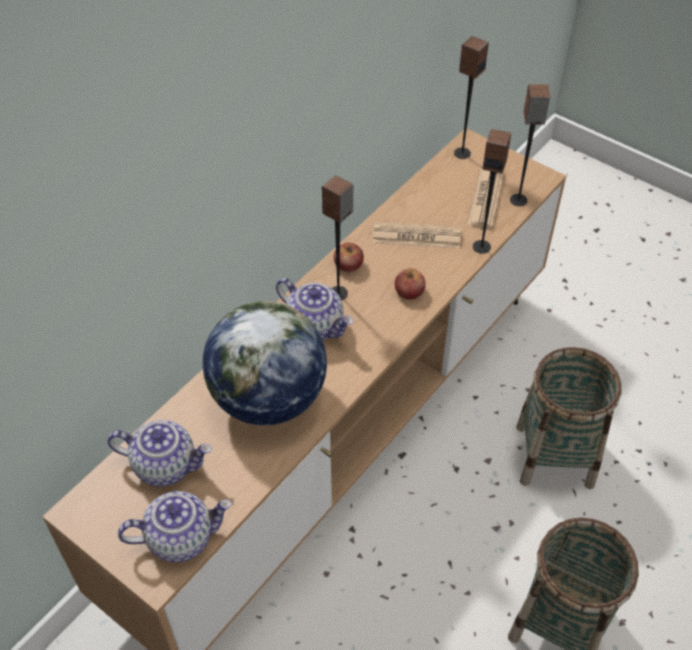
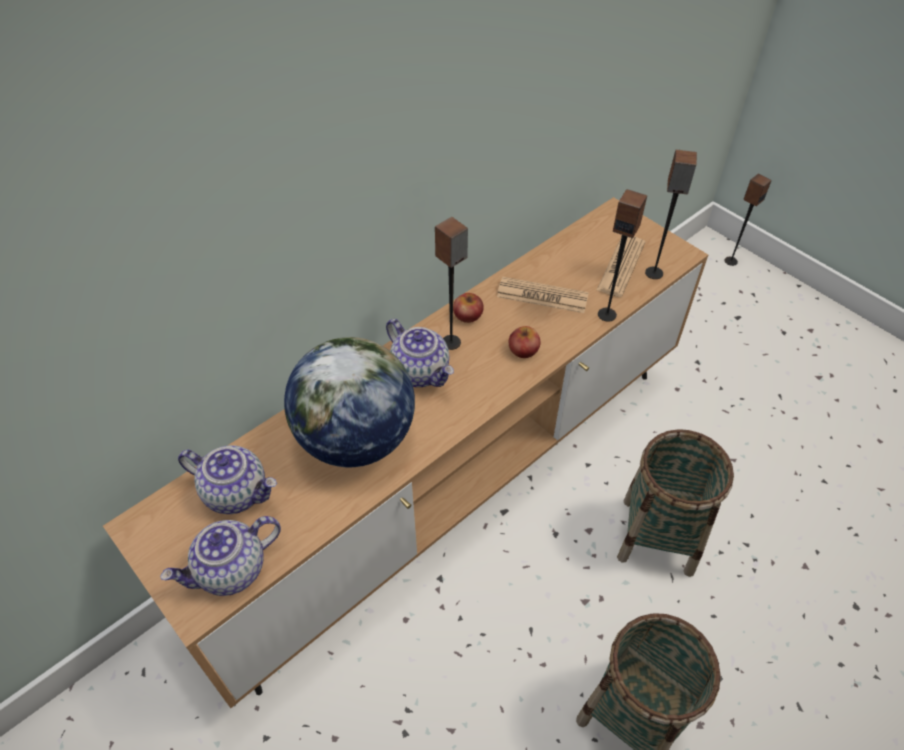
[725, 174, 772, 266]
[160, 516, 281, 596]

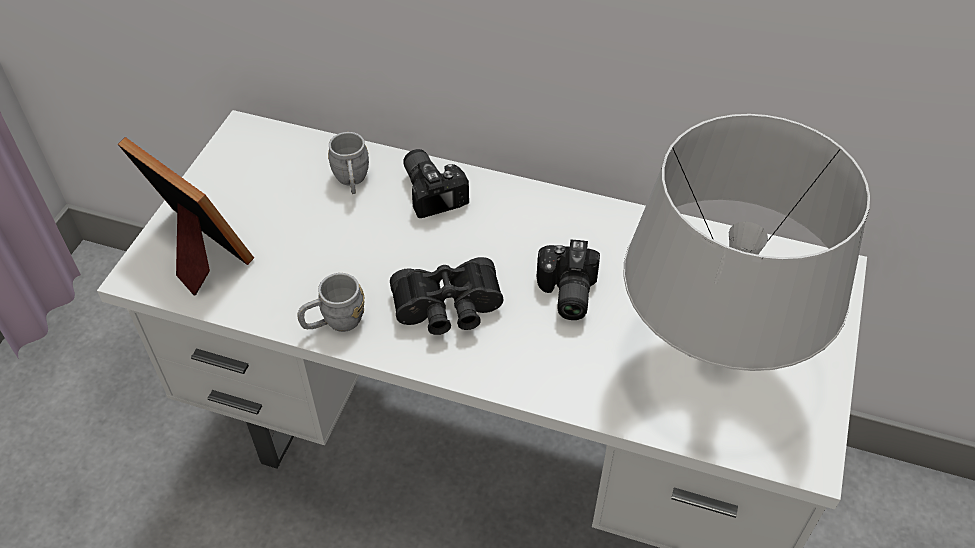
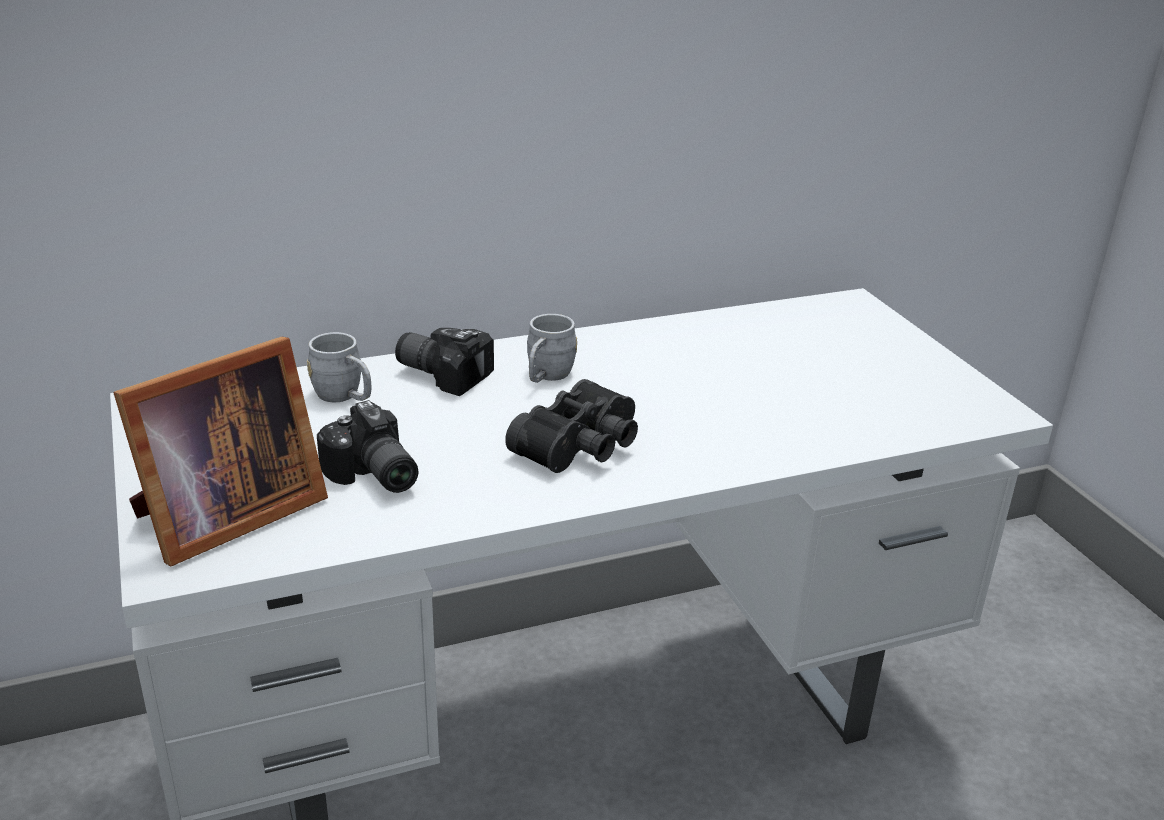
[623, 114, 870, 371] (first image)
[114, 337, 328, 567]
[317, 400, 418, 493]
[527, 314, 577, 383]

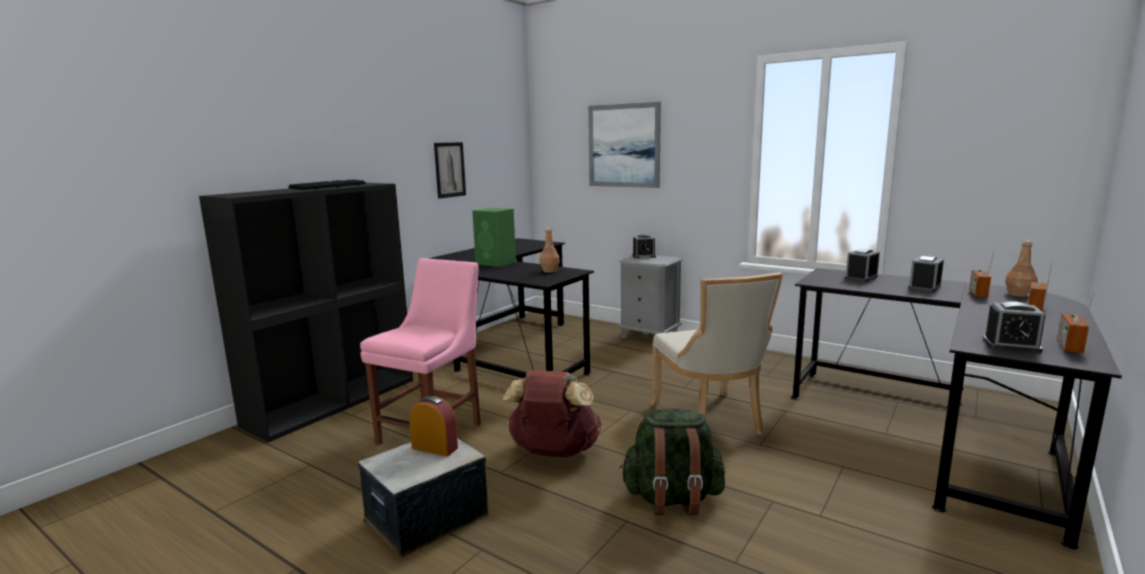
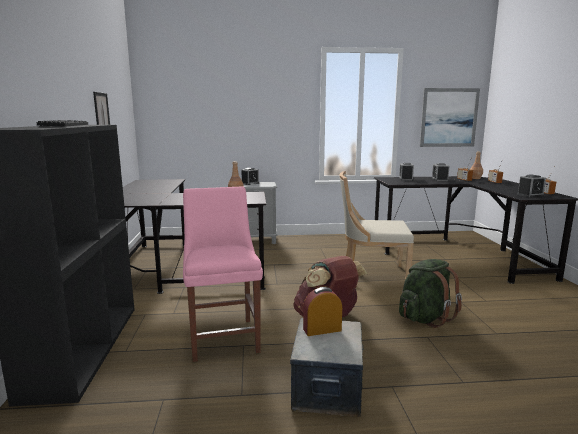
[420, 88, 480, 147]
[472, 208, 516, 267] (first image)
[339, 171, 414, 280]

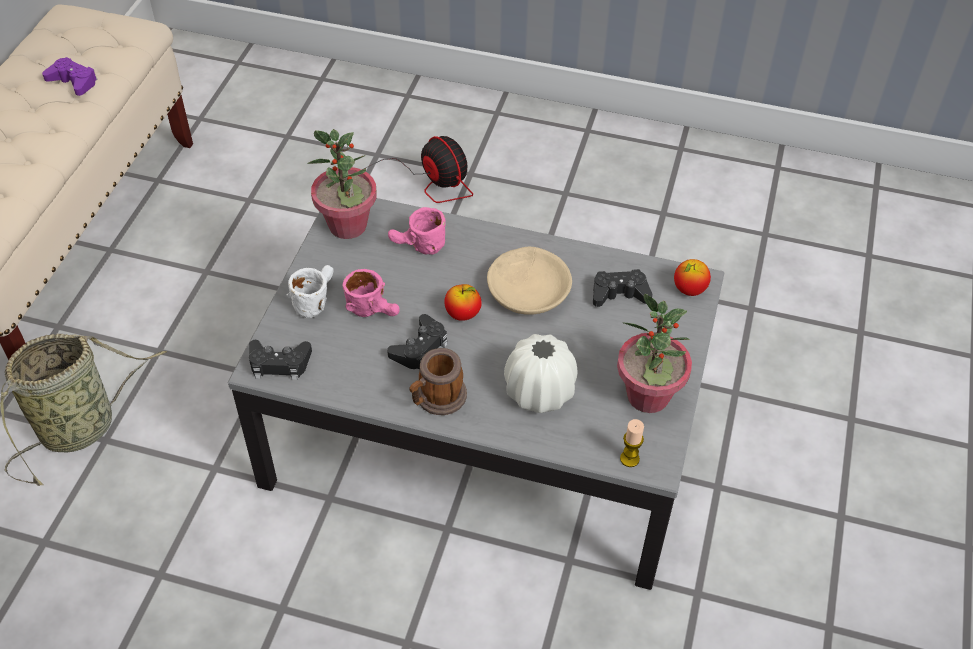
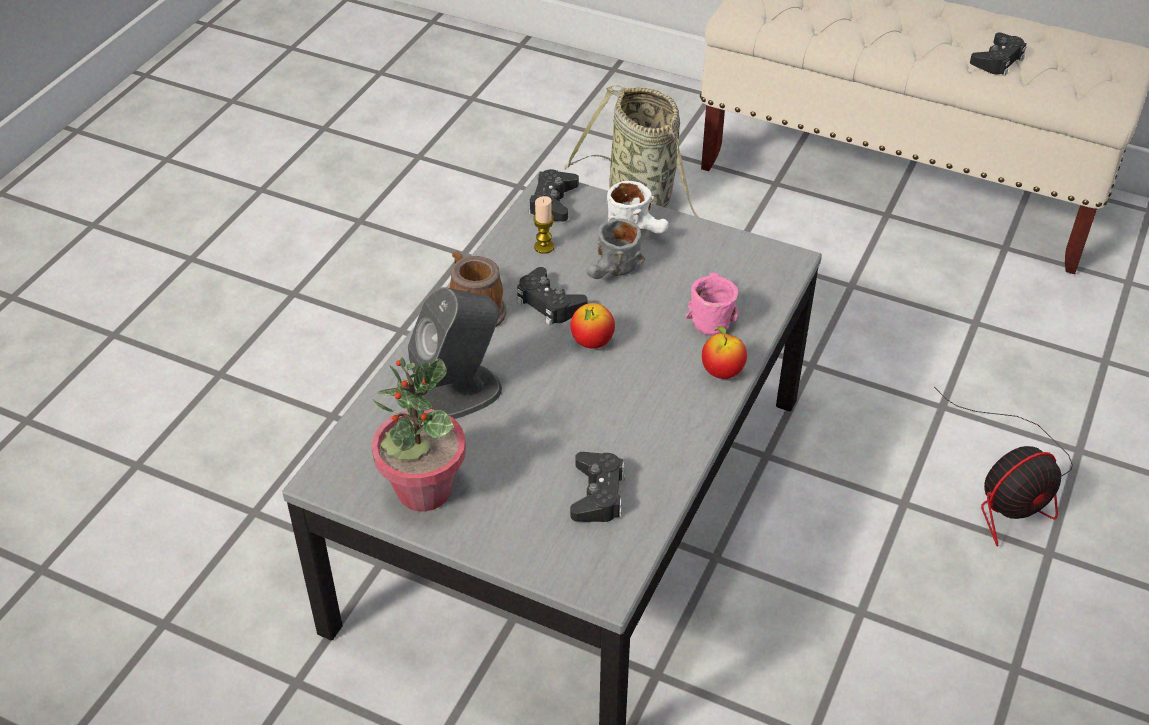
[970, 32, 1026, 76]
[307, 129, 377, 239] (first image)
[487, 247, 572, 315] (first image)
[702, 326, 747, 379]
[586, 218, 645, 279]
[408, 287, 502, 419]
[533, 196, 554, 254]

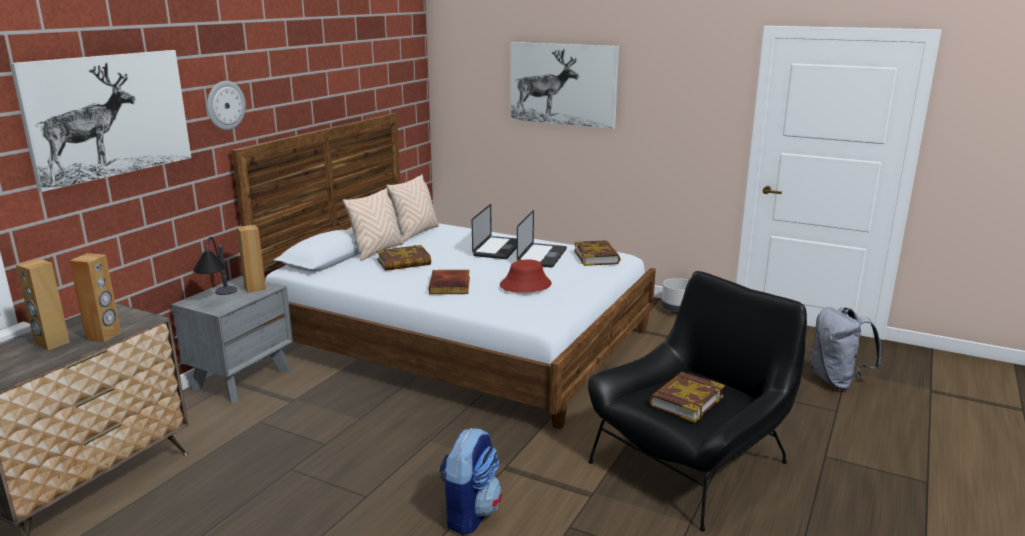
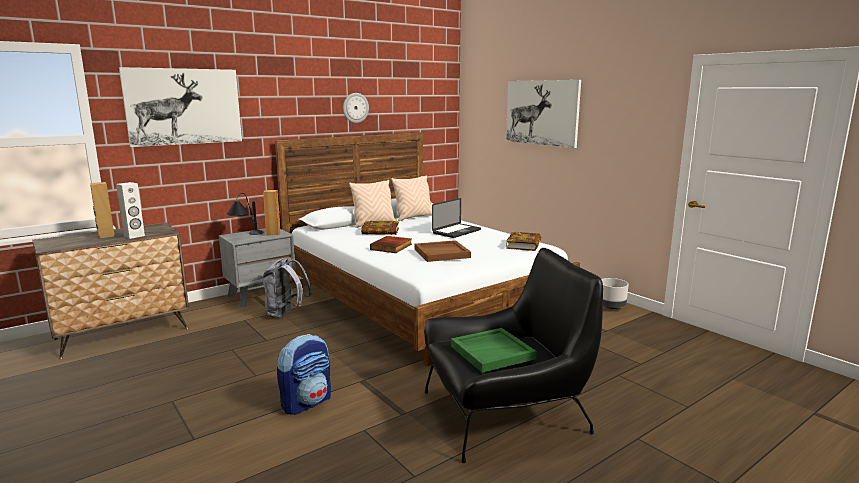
[343, 93, 369, 123]
[517, 210, 567, 268] (first image)
[116, 182, 145, 239]
[415, 240, 471, 262]
[262, 258, 312, 318]
[451, 328, 537, 373]

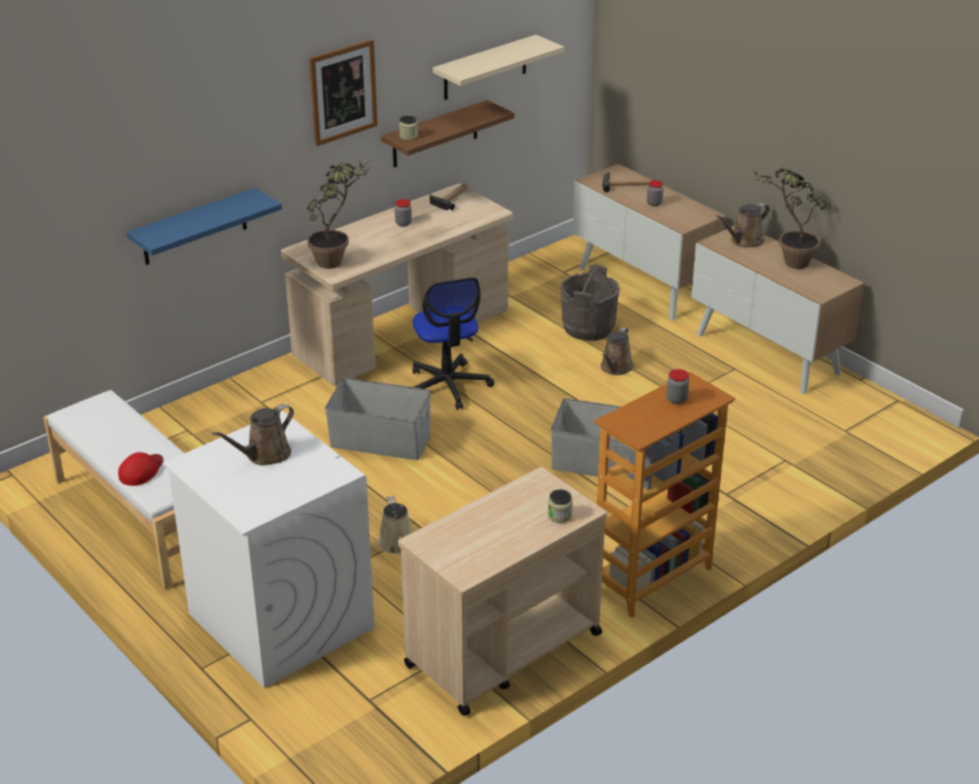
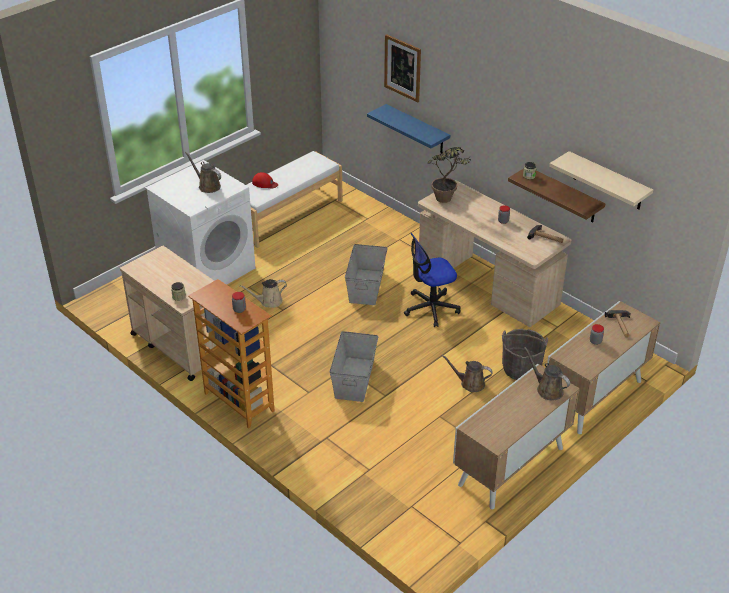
[384, 34, 421, 102]
[752, 167, 830, 269] (first image)

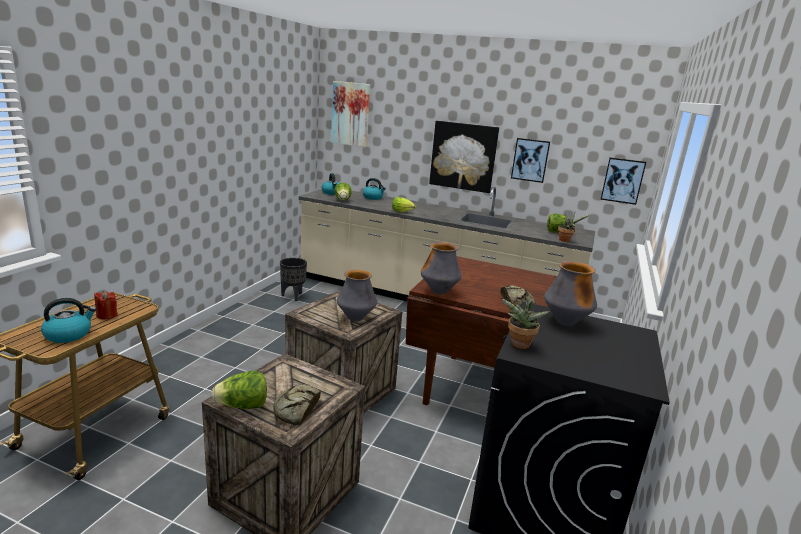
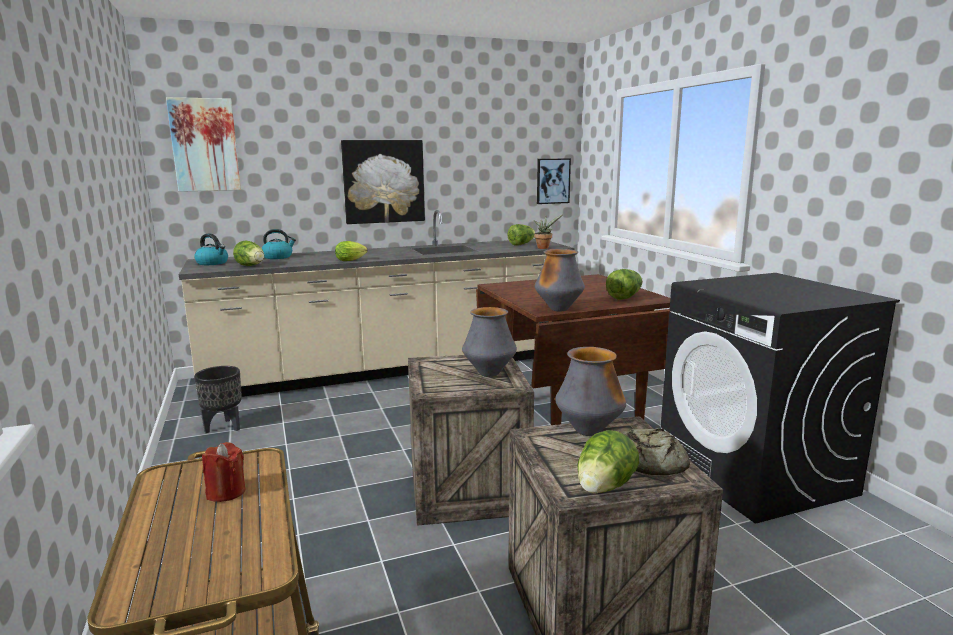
[511, 138, 550, 183] (first image)
[555, 347, 626, 436]
[606, 269, 643, 300]
[41, 298, 96, 343] (first image)
[500, 298, 550, 349] (first image)

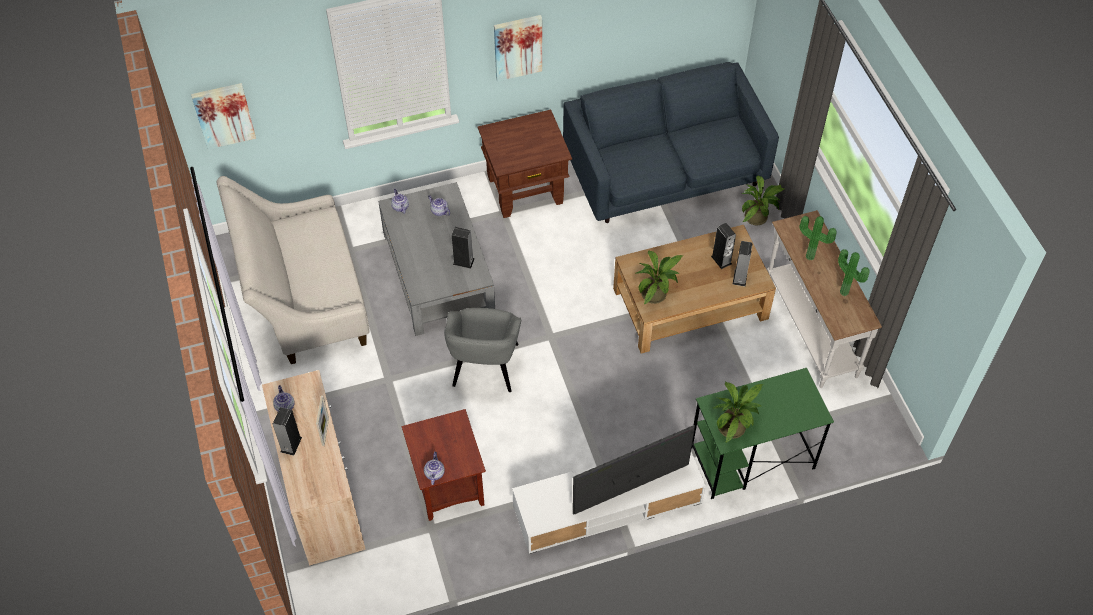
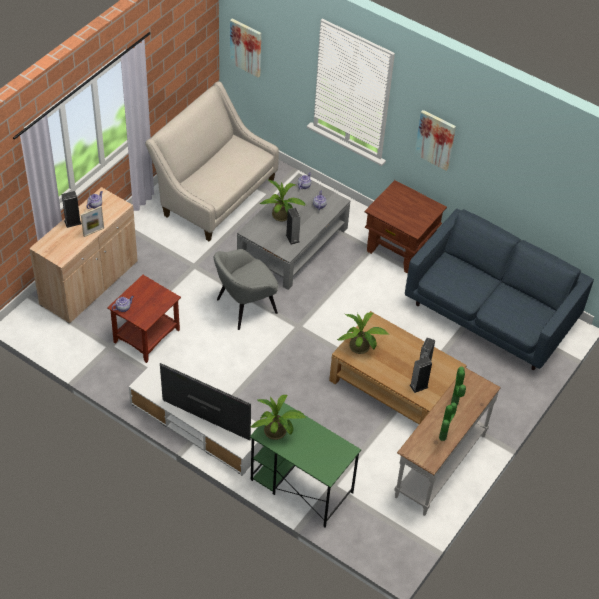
[260, 180, 306, 222]

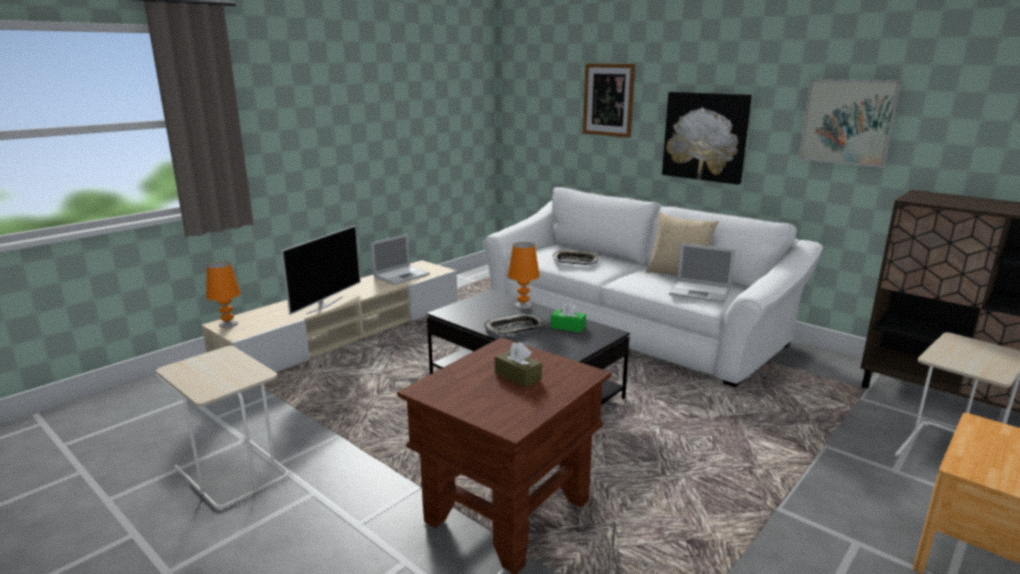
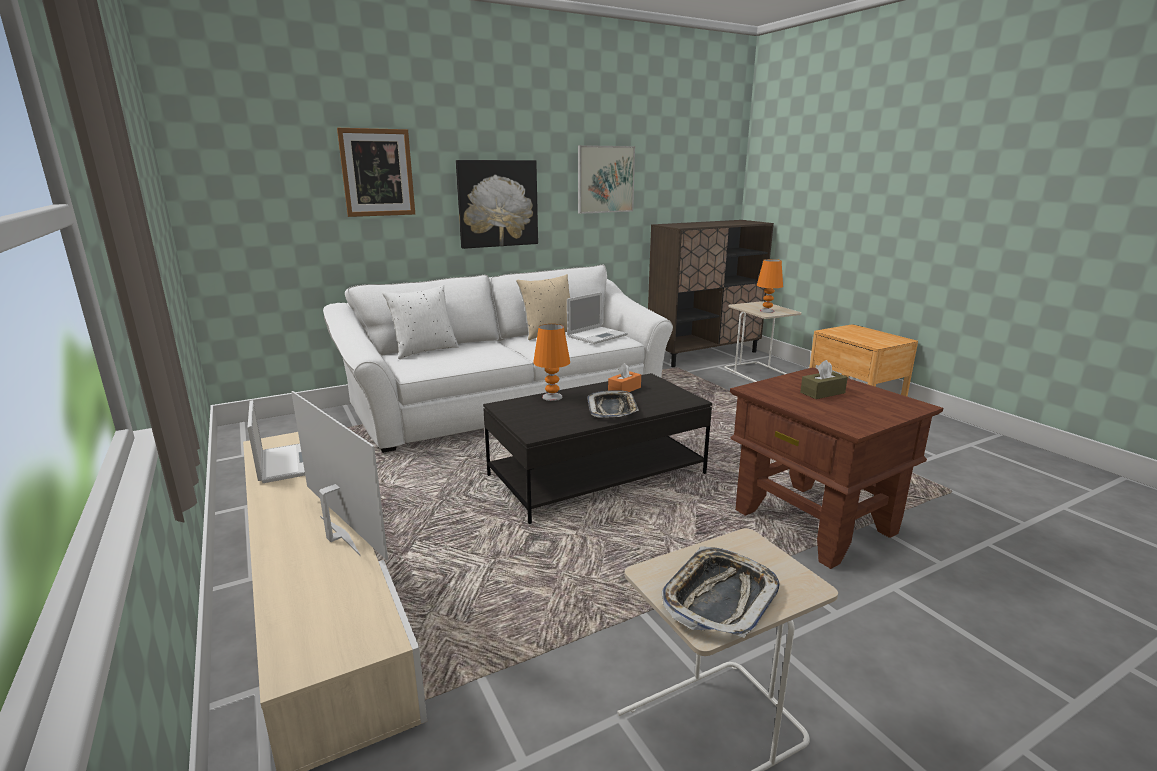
[662, 547, 780, 638]
[757, 259, 783, 313]
[608, 363, 641, 392]
[383, 285, 459, 359]

